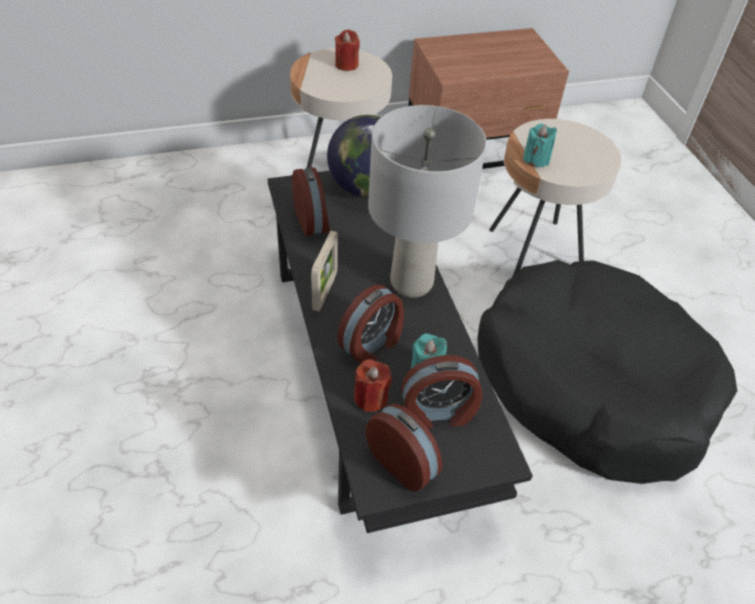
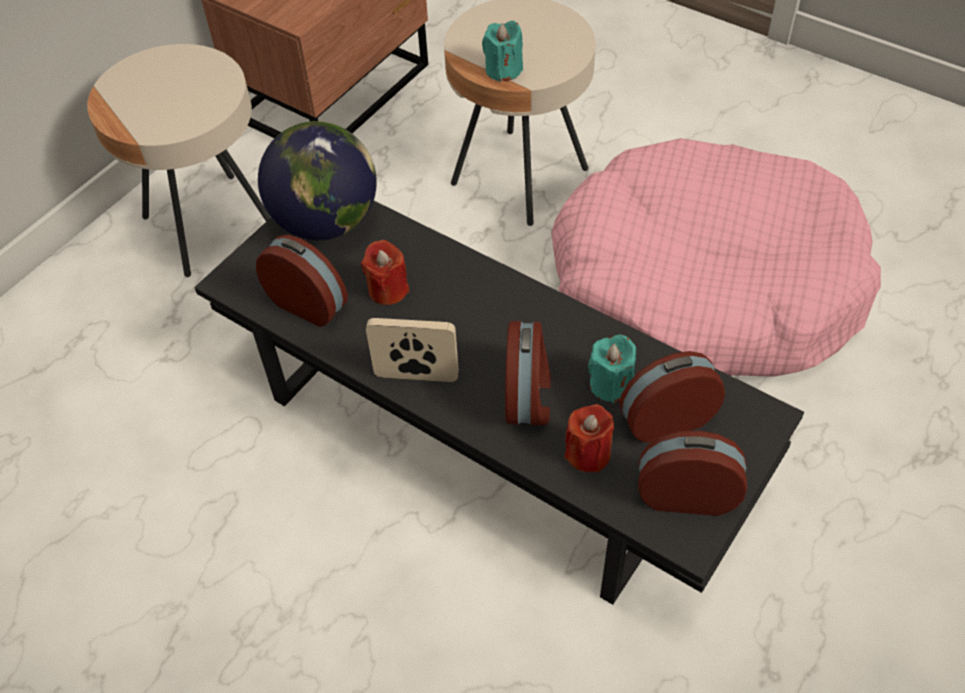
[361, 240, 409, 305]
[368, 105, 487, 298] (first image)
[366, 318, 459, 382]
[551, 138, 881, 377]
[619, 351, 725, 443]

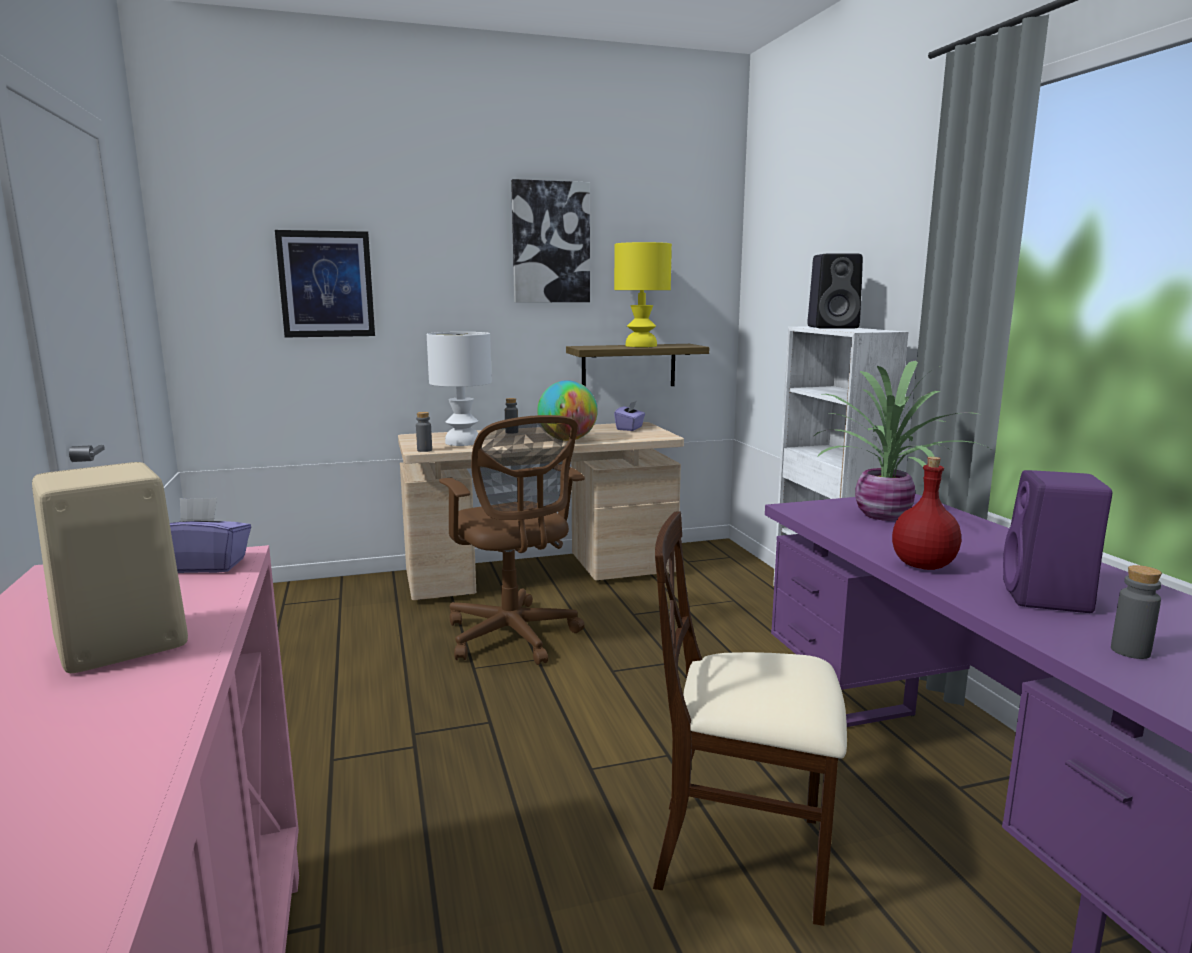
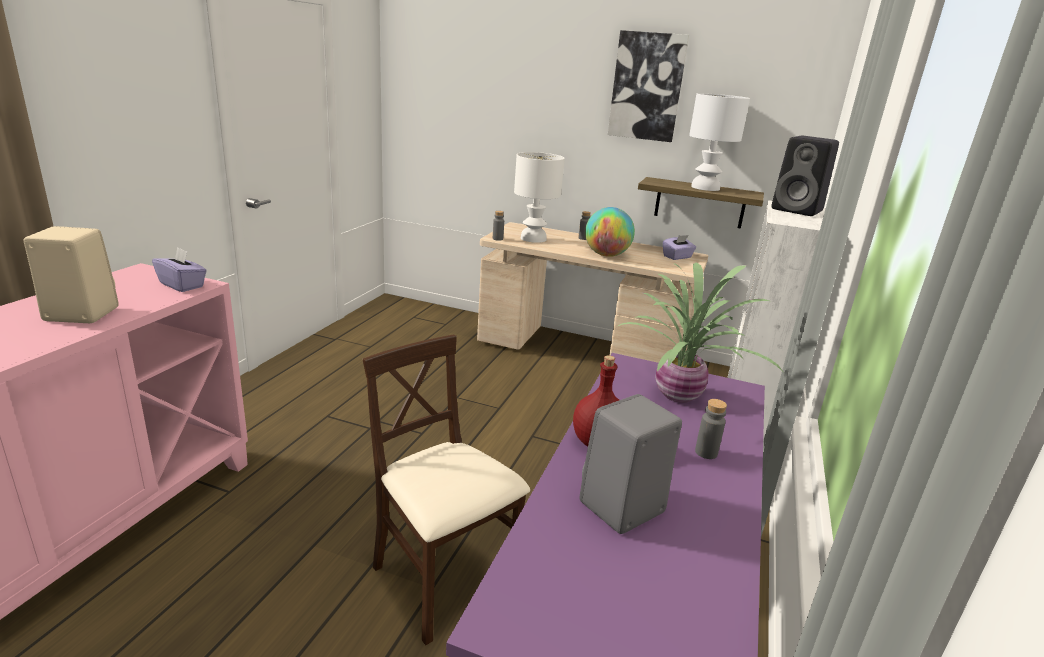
[275, 230, 375, 338] (first image)
[689, 93, 750, 191]
[439, 415, 585, 665] (first image)
[580, 394, 682, 534]
[695, 399, 727, 459]

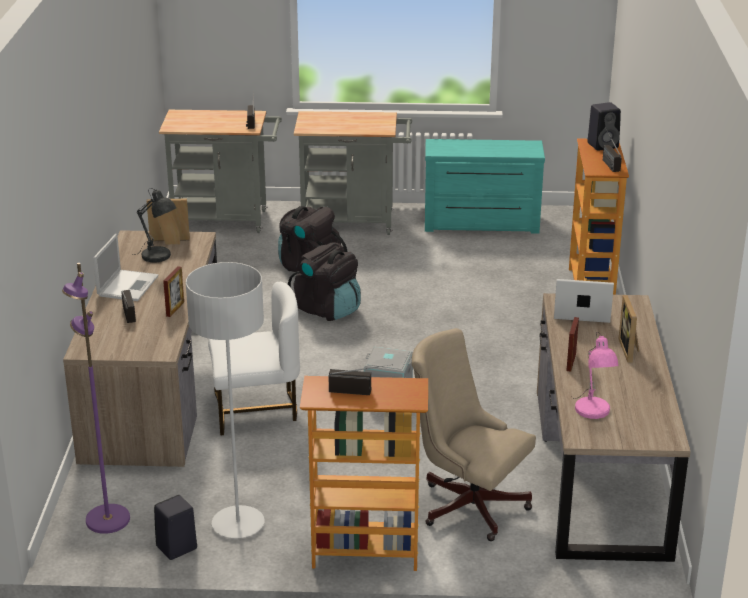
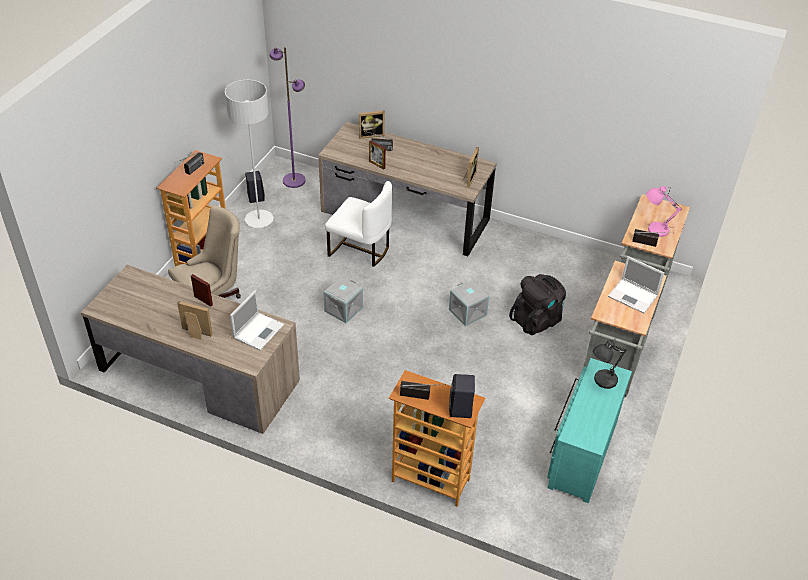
[593, 340, 626, 389]
[608, 256, 665, 313]
[449, 280, 489, 326]
[325, 181, 392, 267]
[646, 186, 682, 237]
[359, 110, 385, 139]

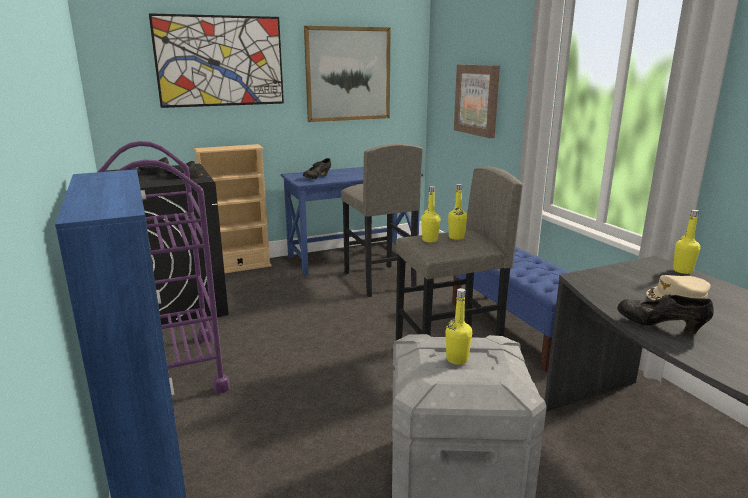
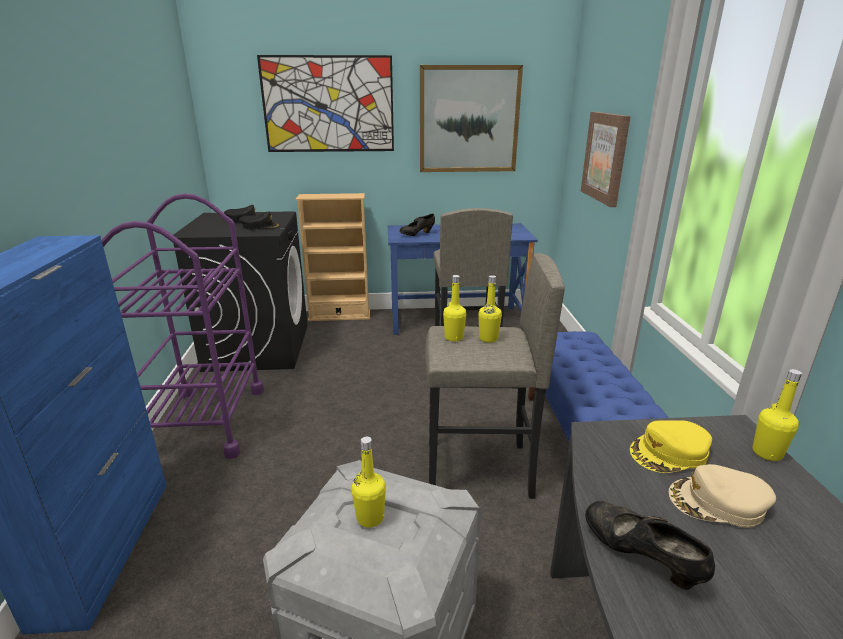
[630, 420, 712, 473]

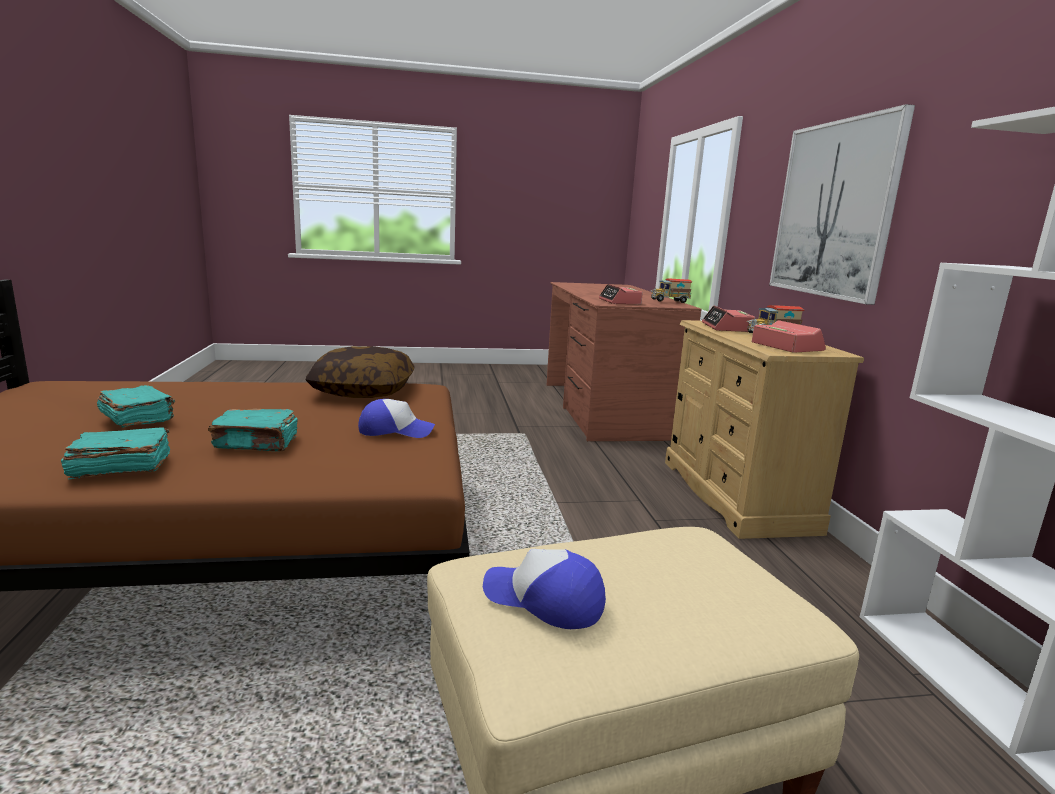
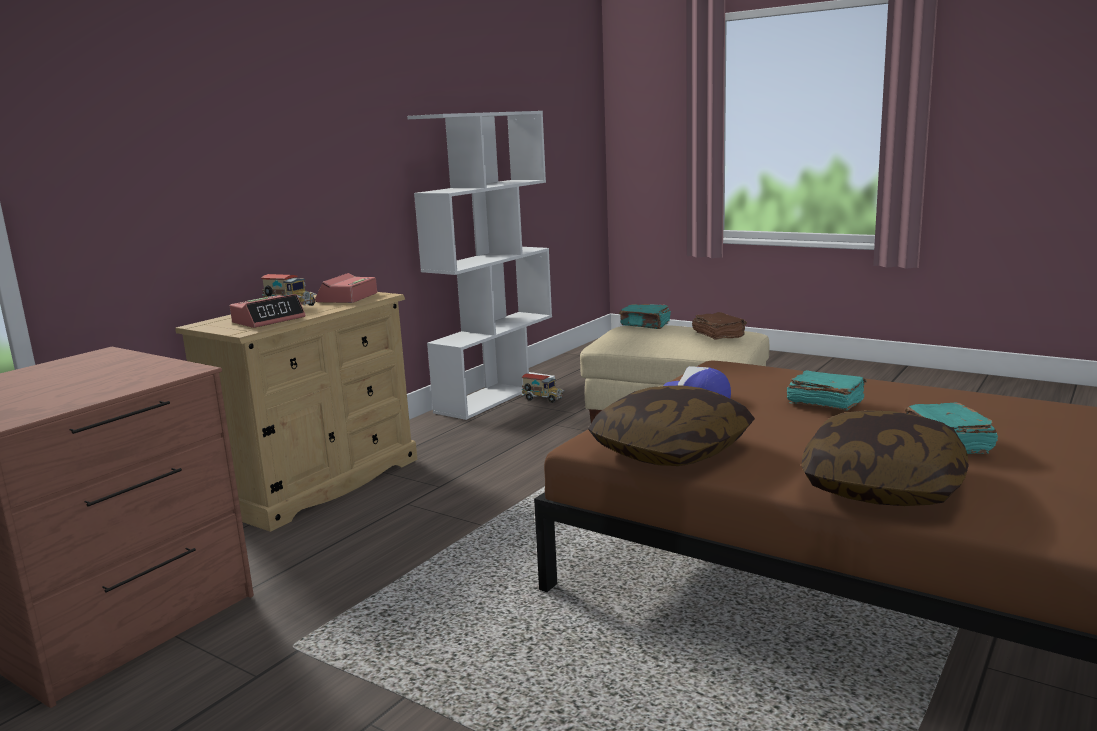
[769, 104, 915, 305] (first image)
[521, 374, 564, 403]
[599, 284, 643, 305] (first image)
[619, 304, 671, 329]
[692, 312, 747, 340]
[802, 410, 968, 506]

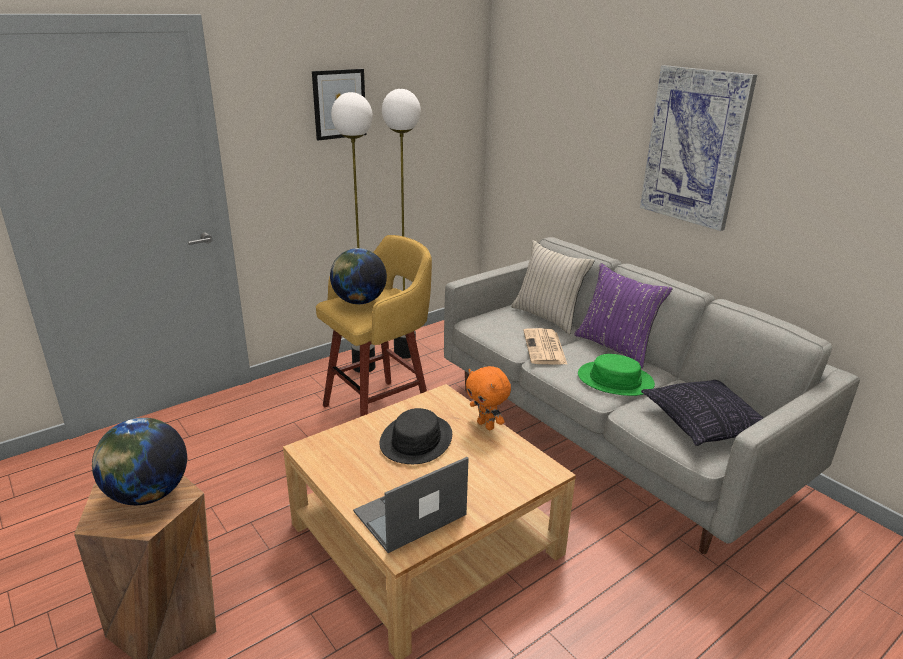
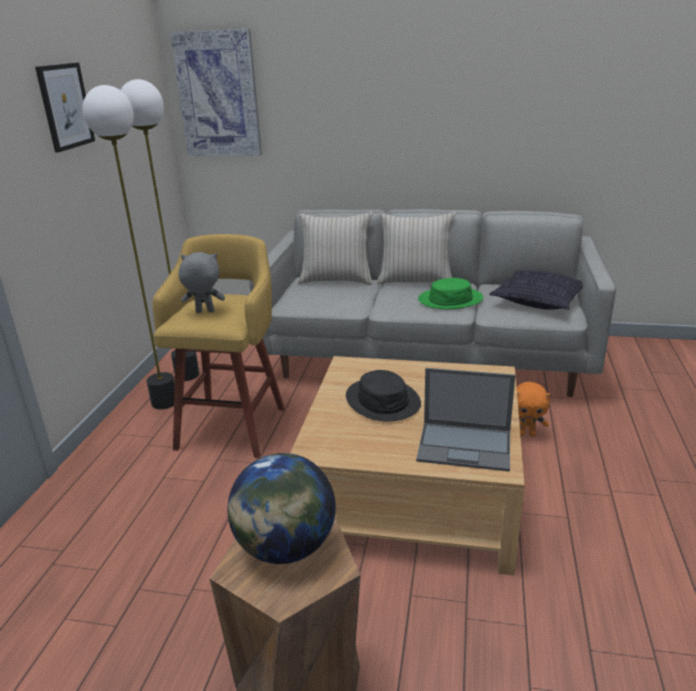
[170, 29, 262, 156]
[179, 252, 225, 313]
[377, 213, 456, 284]
[523, 328, 568, 365] (first image)
[517, 382, 550, 437]
[416, 368, 515, 472]

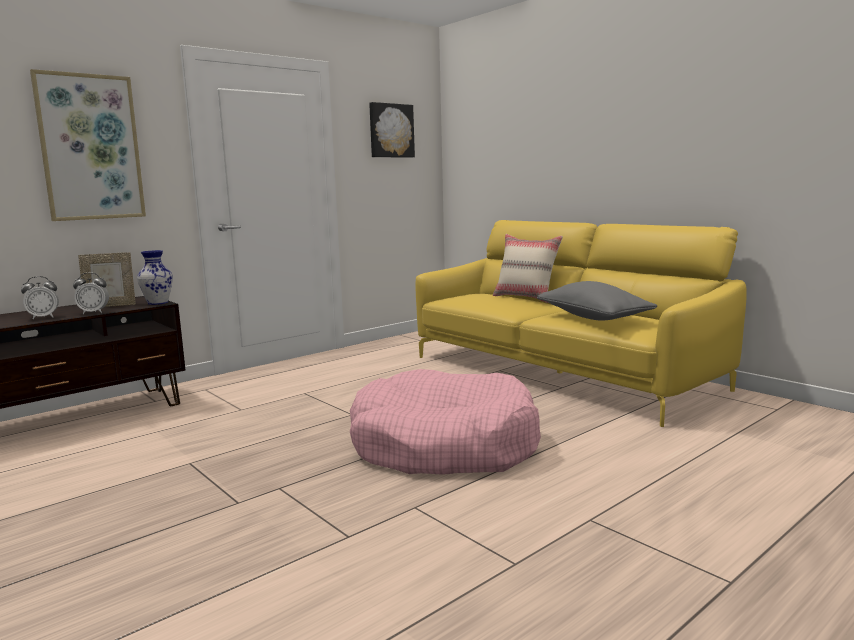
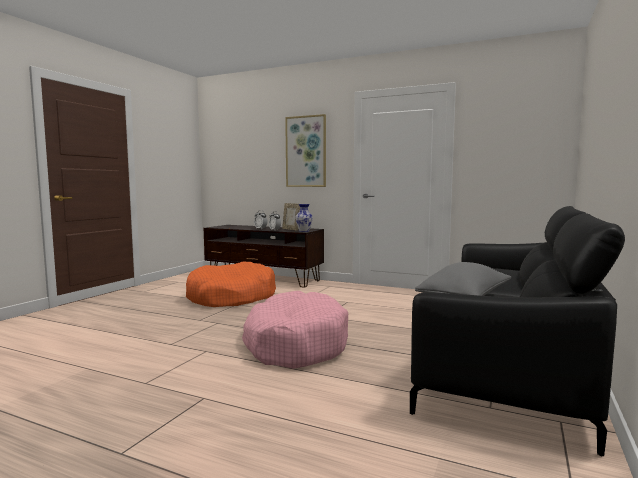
[369, 102, 415, 158] (first image)
[410, 206, 625, 457]
[493, 234, 563, 303] (first image)
[186, 261, 276, 307]

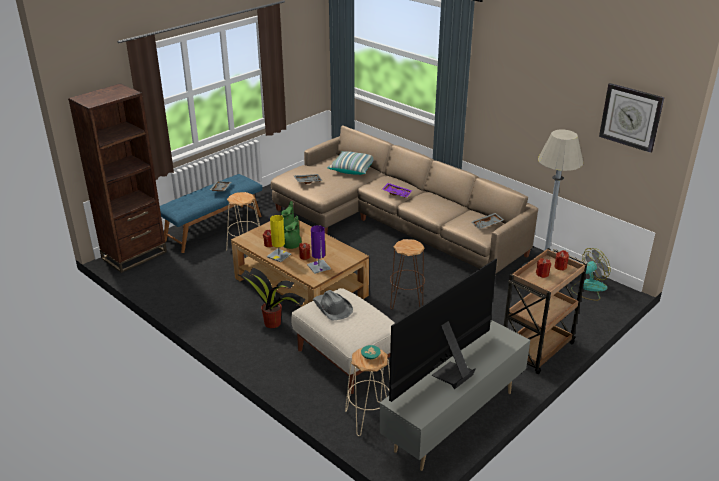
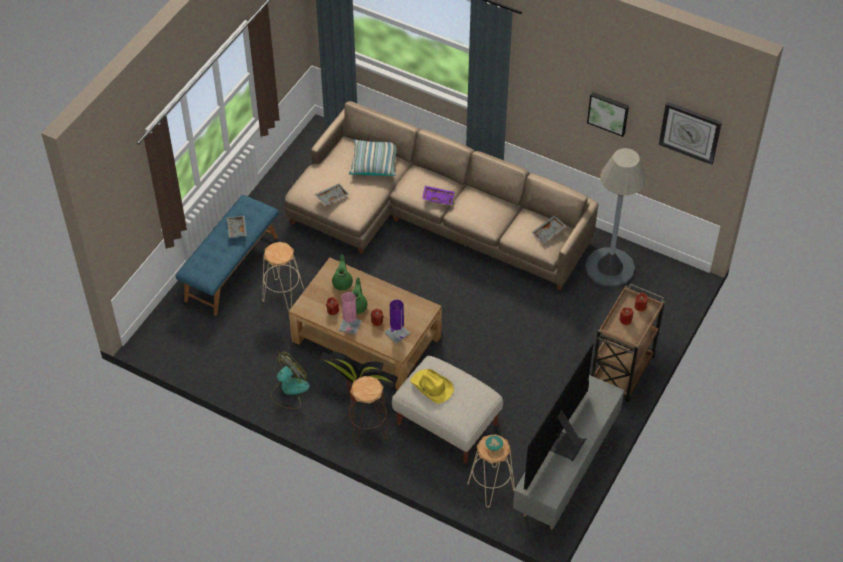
[68, 83, 167, 273] (first image)
[339, 292, 362, 335]
[349, 376, 389, 445]
[271, 352, 310, 409]
[410, 369, 454, 404]
[587, 92, 629, 137]

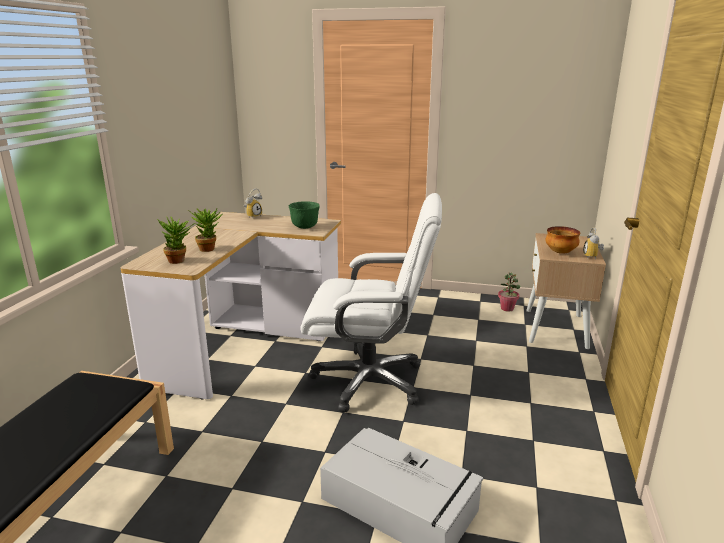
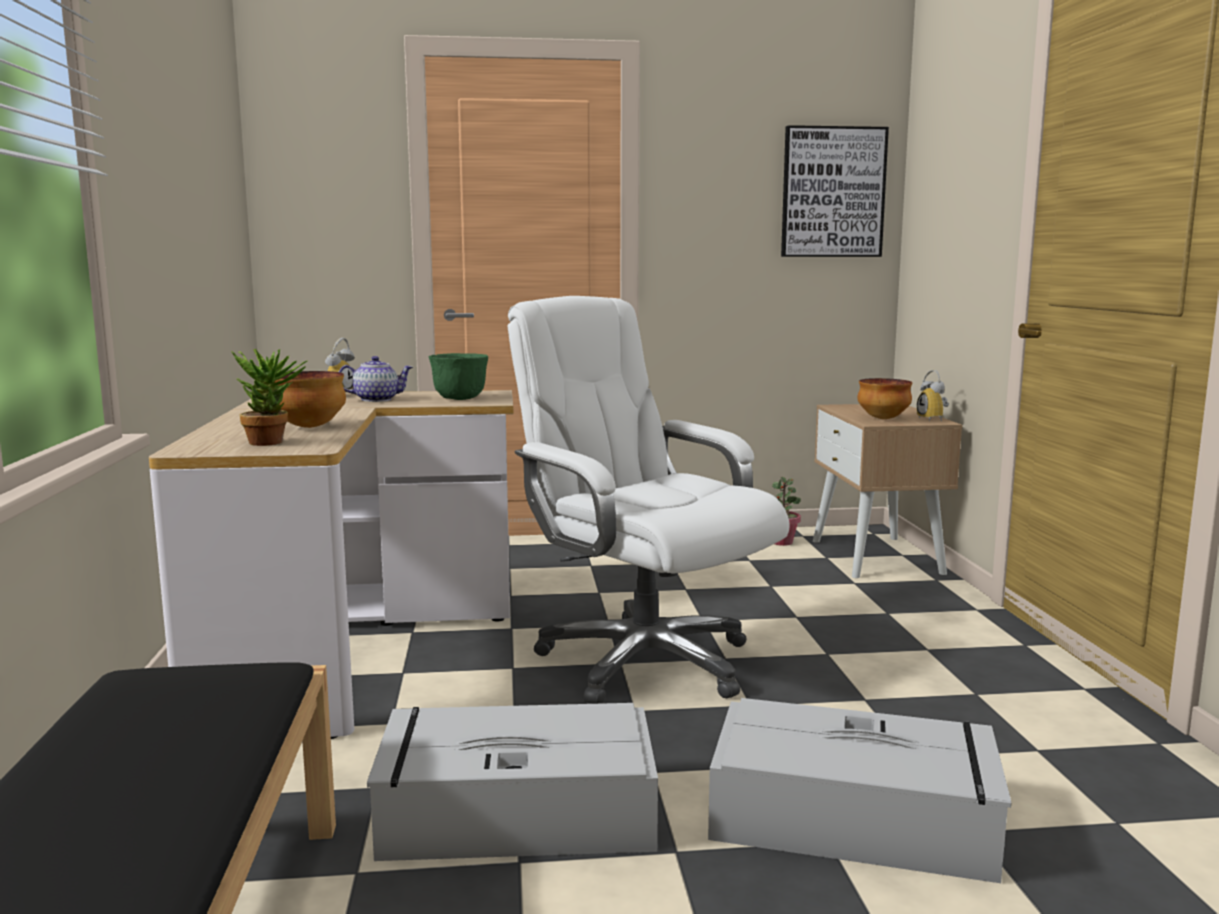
[508, 296, 789, 704]
[275, 371, 346, 428]
[781, 125, 889, 257]
[339, 356, 413, 402]
[367, 703, 658, 861]

